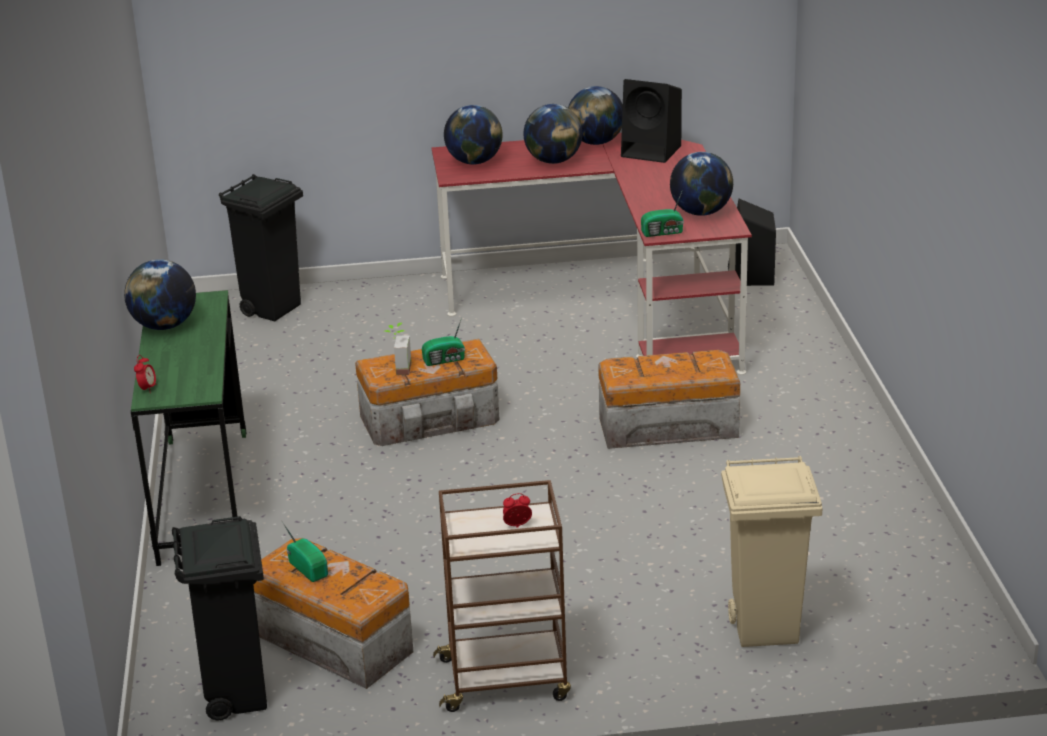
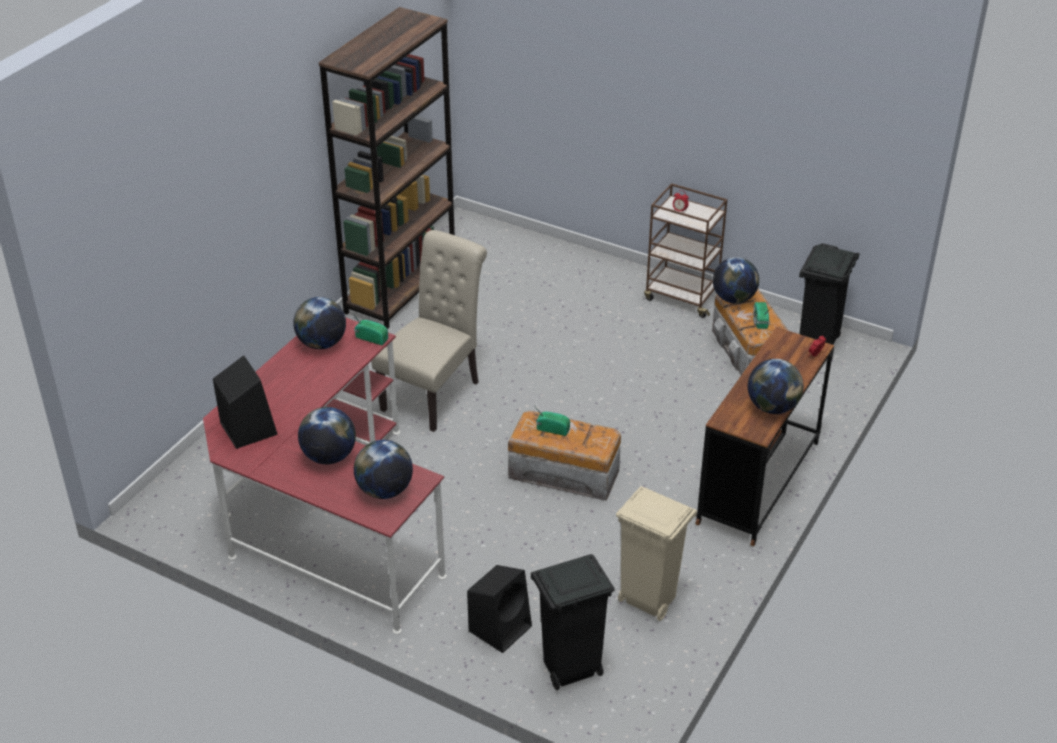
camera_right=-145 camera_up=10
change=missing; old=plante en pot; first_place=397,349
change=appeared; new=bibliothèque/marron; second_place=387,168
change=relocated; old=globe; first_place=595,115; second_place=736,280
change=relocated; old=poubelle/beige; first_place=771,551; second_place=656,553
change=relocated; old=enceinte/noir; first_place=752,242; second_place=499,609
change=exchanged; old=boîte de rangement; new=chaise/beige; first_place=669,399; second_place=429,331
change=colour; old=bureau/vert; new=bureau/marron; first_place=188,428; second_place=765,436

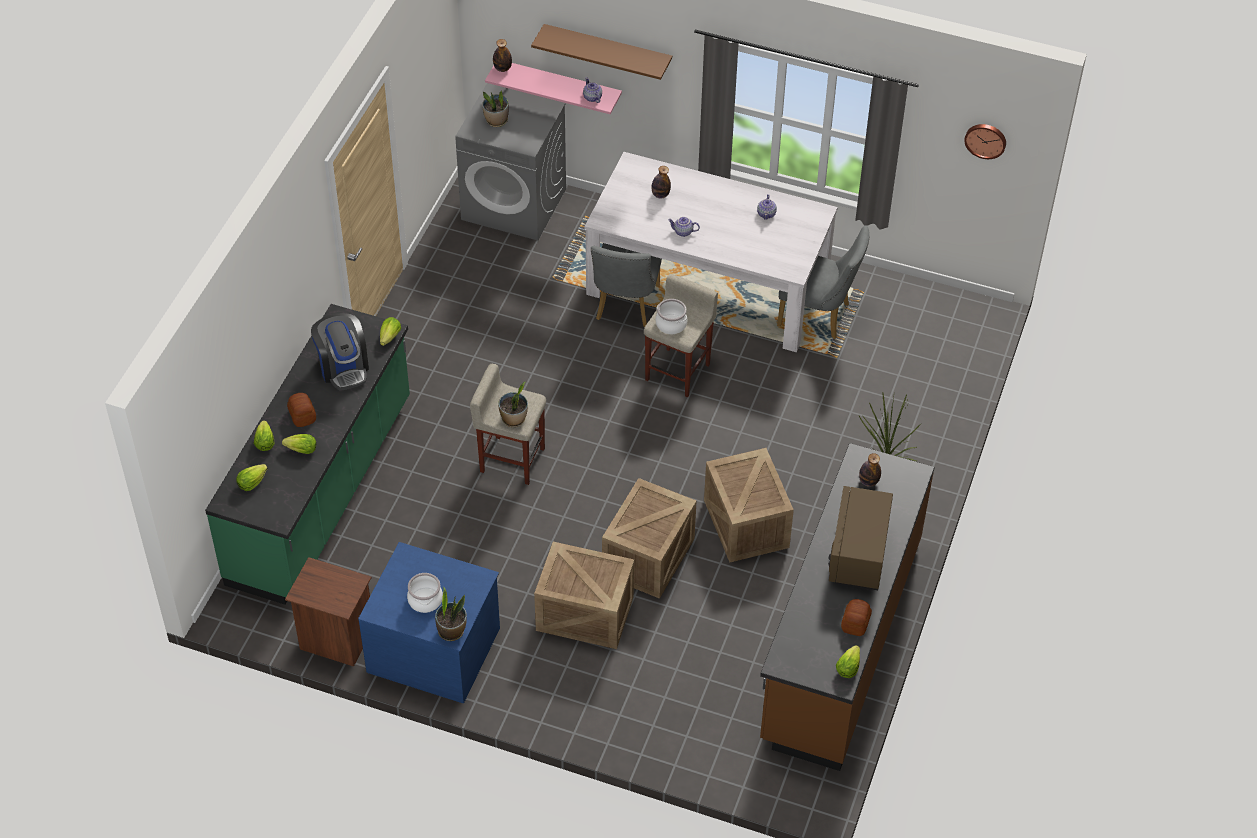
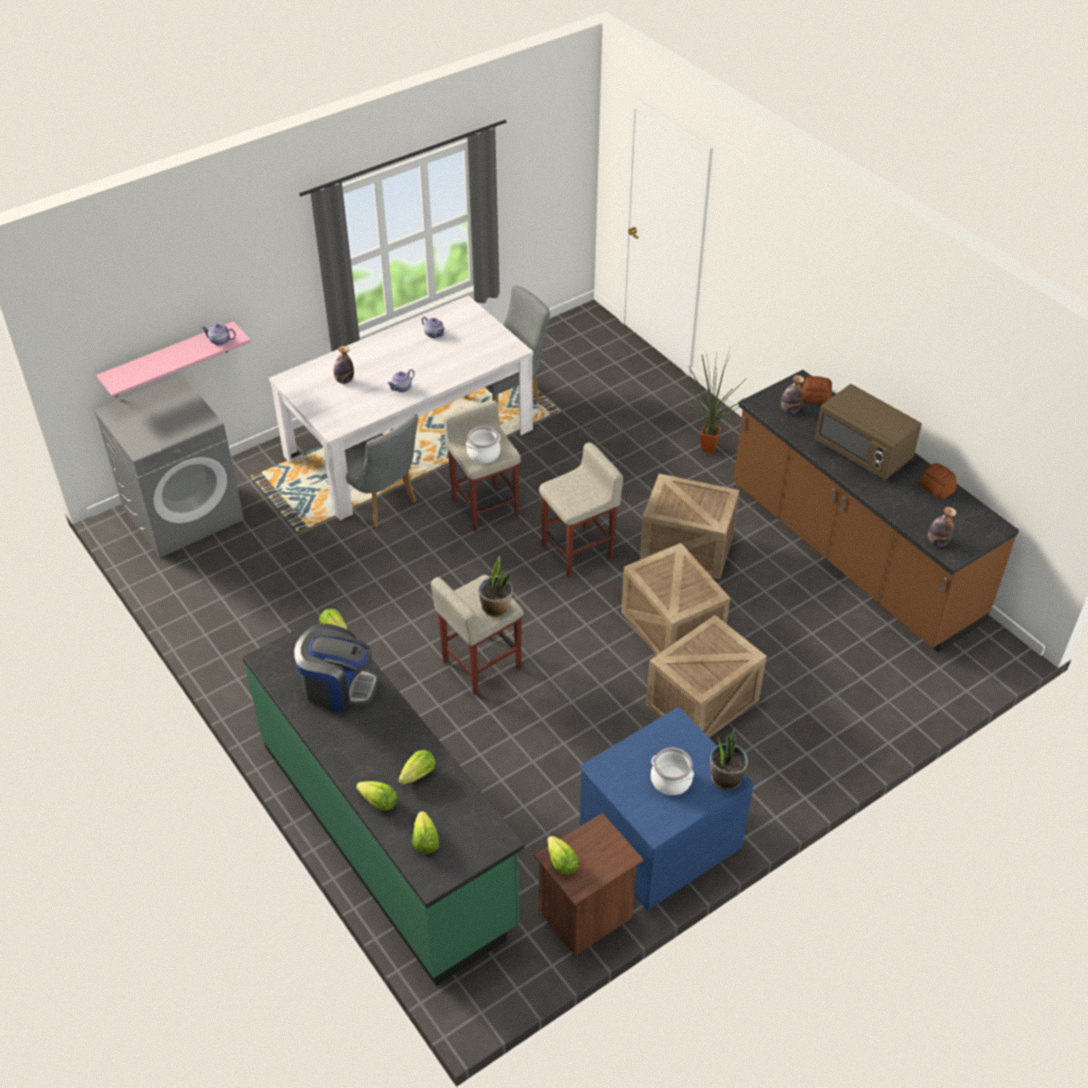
camera_right=-55 camera_up=-5
change=missing; old=plante en pot; first_place=495,108
change=missing; old=étagère/marron; first_place=601,52
change=missing; old=horloge murale; first_place=985,141
change=appeared; new=tabouret/beige; second_place=581,509
change=relocated; old=pain; first_place=301,410; second_place=817,390
change=relocated; old=bouteille; first_place=502,55; second_place=942,527
change=relocated; old=laitue; first_place=848,661; second_place=563,855

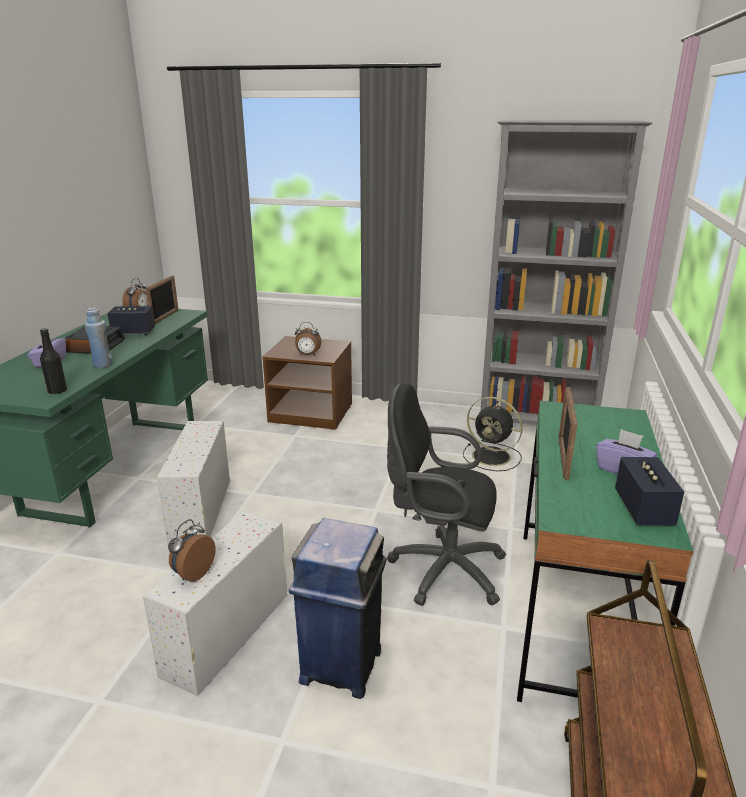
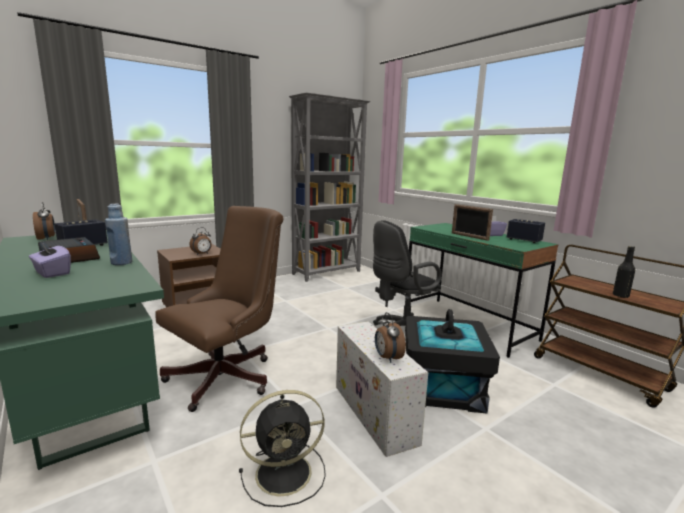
camera_right=-50 camera_up=-10
change=relocated; old=bouteille/noir; first_place=53,361; second_place=624,272
change=relocated; old=ventilateur/noir; first_place=493,434; second_place=282,448
change=exchanged; old=boîte de rangement/blanc; new=chaise de bureau/marron; first_place=193,483; second_place=220,309
change=exchanged; old=poubelle/bleu; new=boîte de rangement/noir; first_place=338,608; second_place=452,361

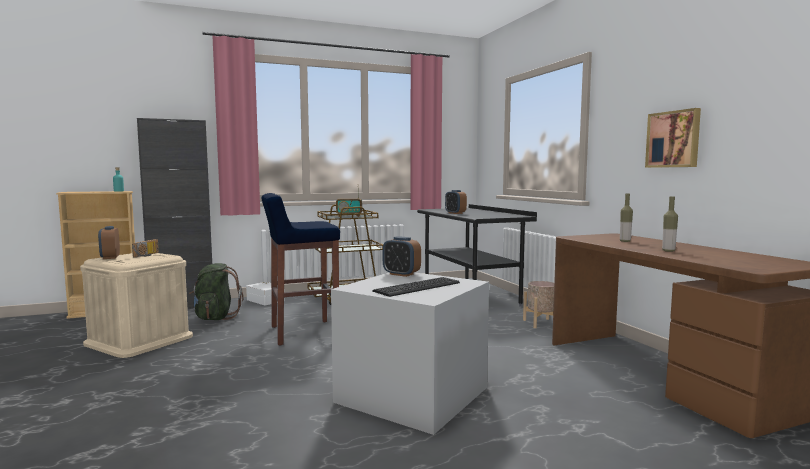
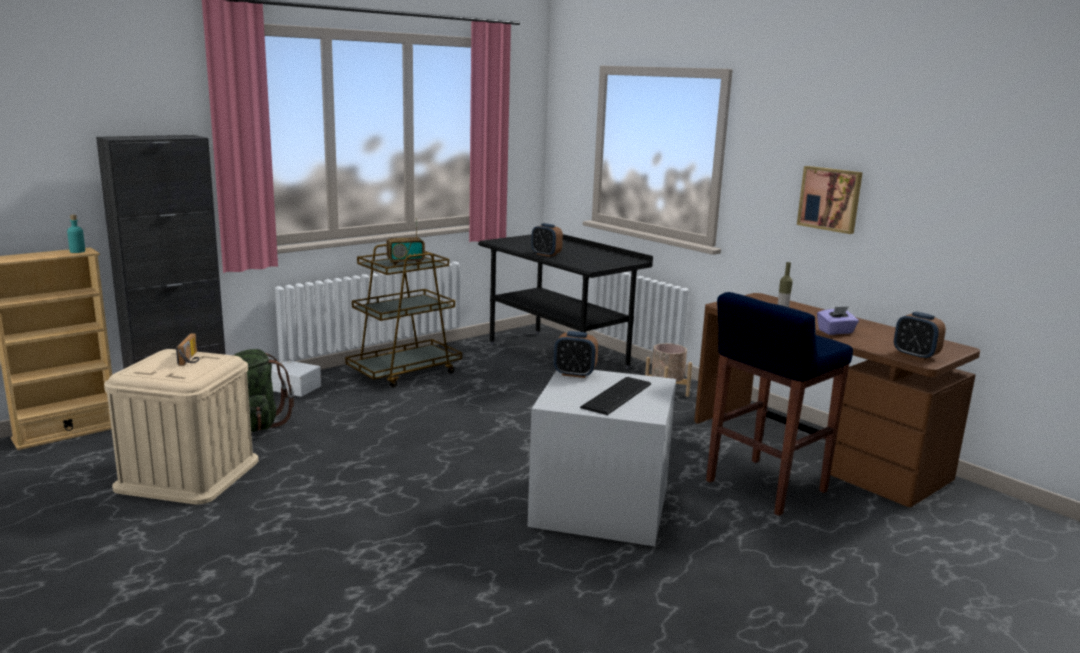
camera_right=-20 camera_up=10
change=relocated; old=réveil; first_place=109,242; second_place=920,336
change=relocated; old=tabouret/bleu; first_place=300,269; second_place=779,404
change=exchanged; old=bouteille; new=boîte à mouchoirs/violet; first_place=670,224; second_place=838,320

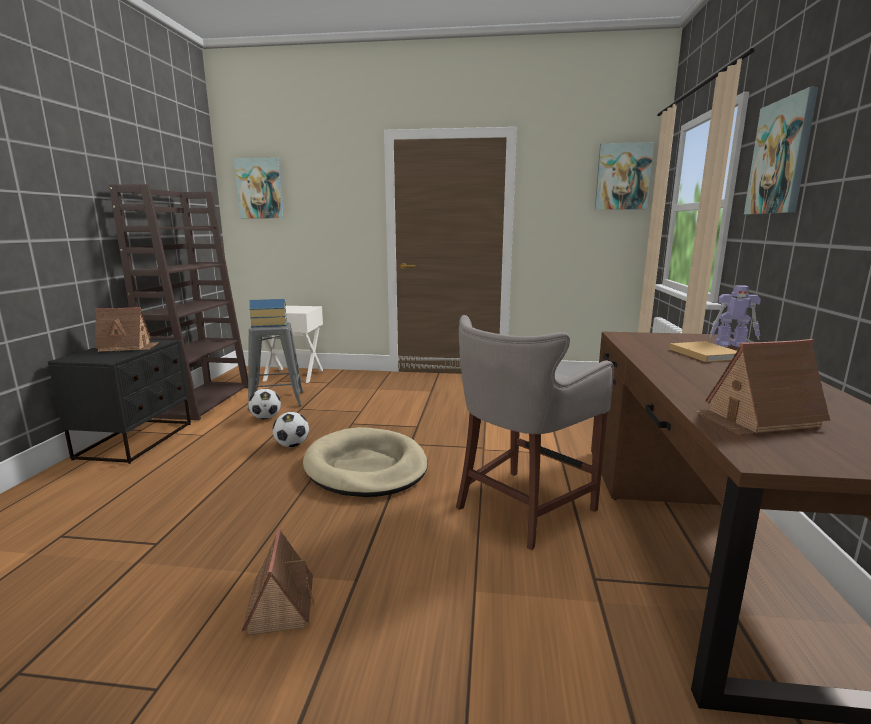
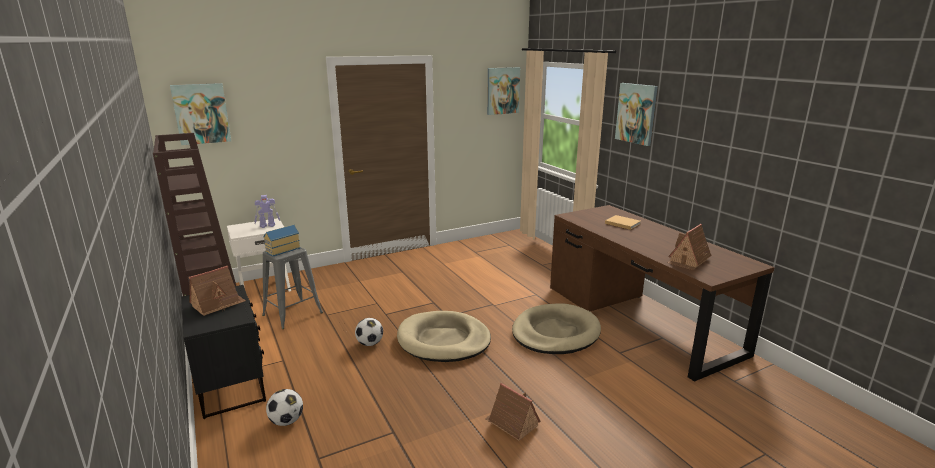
camera_right=-35 camera_up=5
change=relocated; old=ballon de foot; first_place=264,404; second_place=284,407
change=relocated; old=robot jouet; first_place=735,316; second_place=267,211
change=exchanged; old=tabouret/gris; new=panier pour chien/beige; first_place=535,432; second_place=556,328

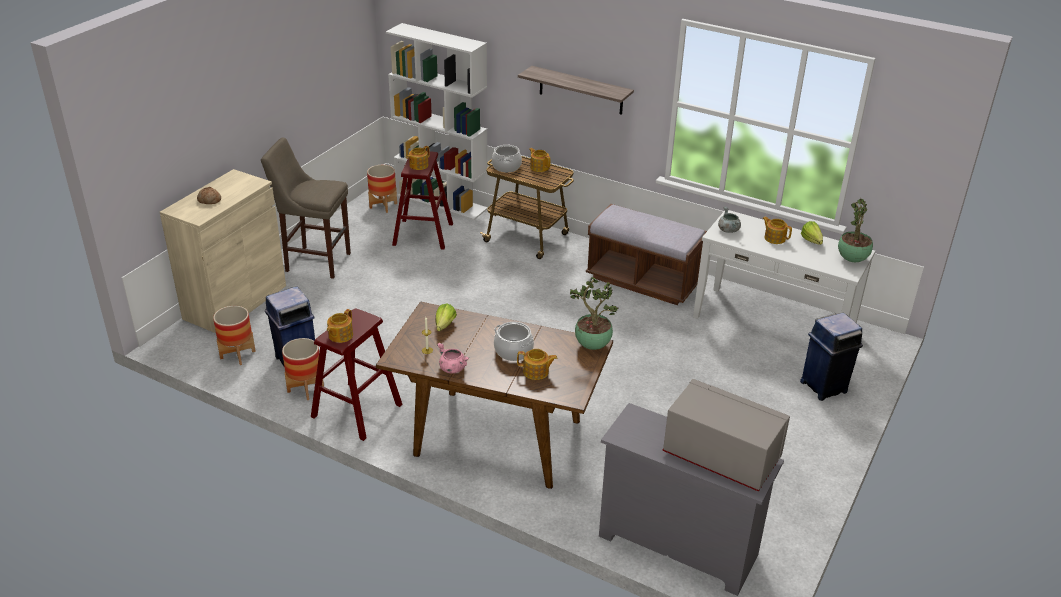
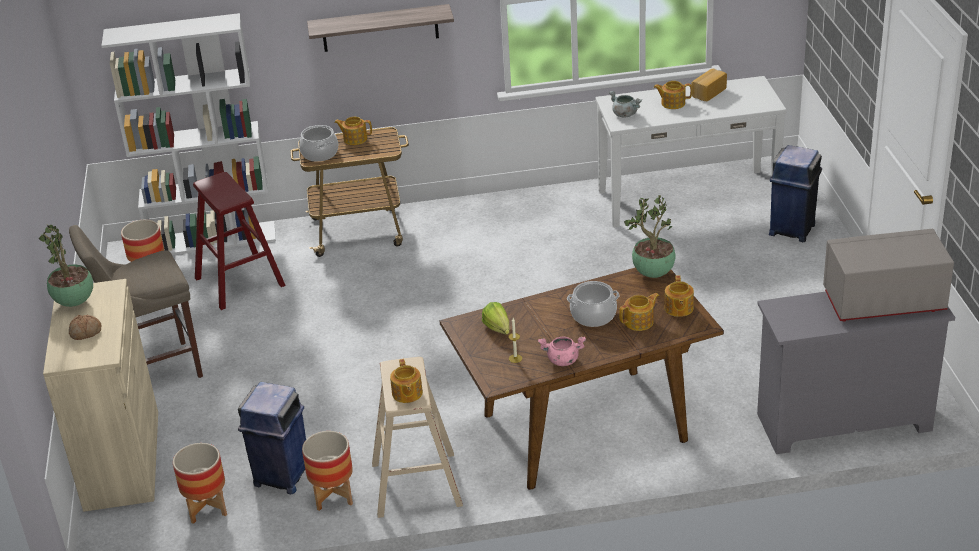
camera_right=-35 camera_up=0
change=missing; old=banc/marron; first_place=646,254
change=relocated; old=théière; first_place=418,158; second_place=679,296
change=relocated; old=plante en pot; first_place=855,230; second_place=66,266
change=exchanged; old=laitue; new=pain; first_place=812,233; second_place=709,85
change=colour; old=tabouret/rouge; new=tabouret/beige; first_place=356,375; second_place=417,437

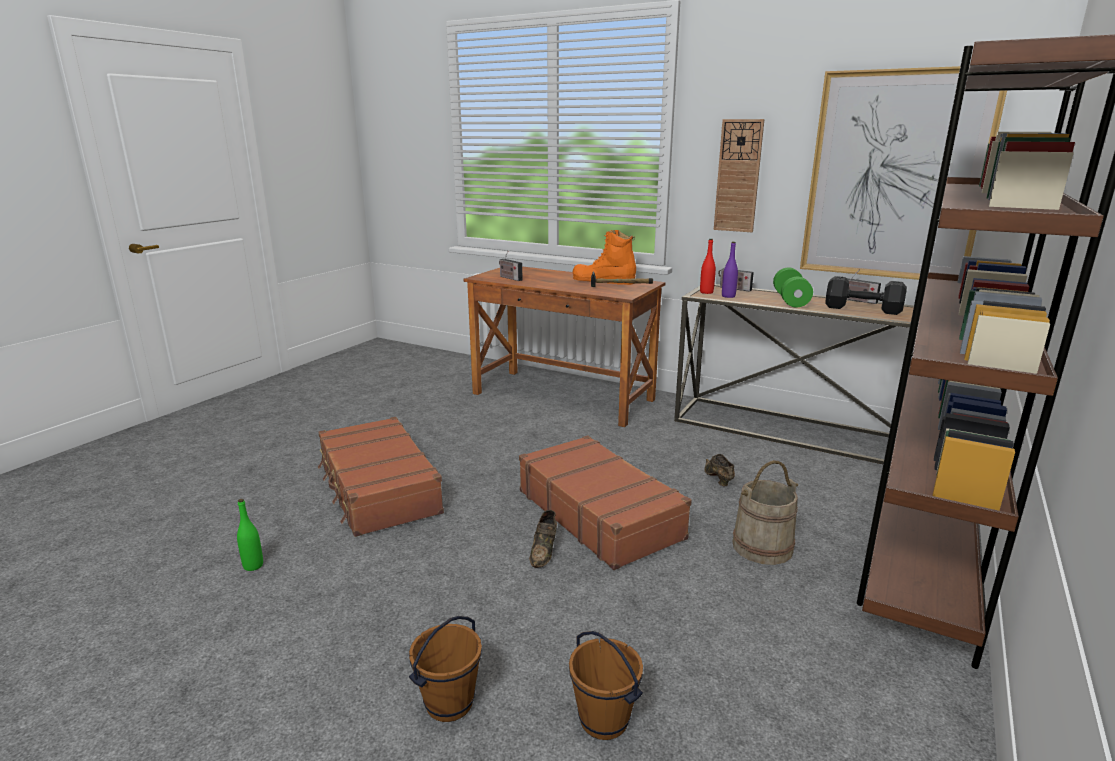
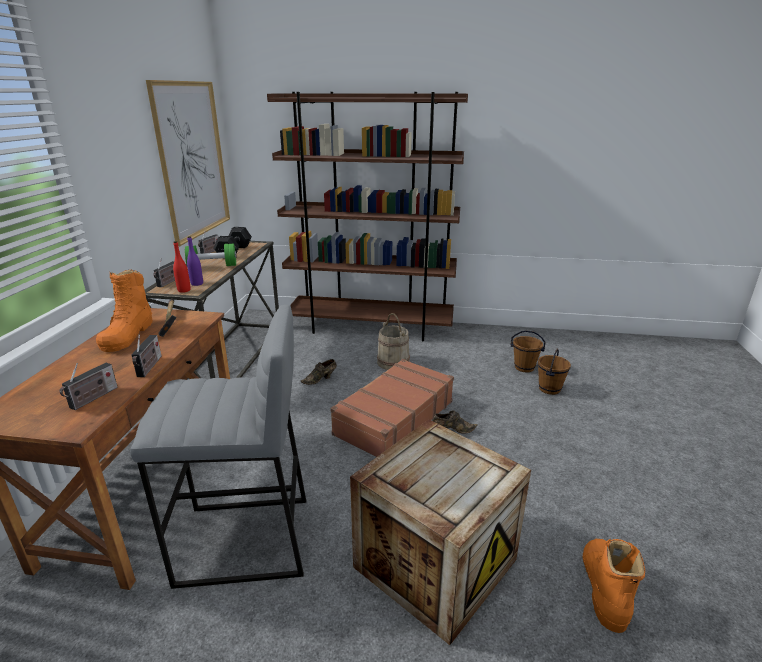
camera_right=-110 camera_up=5
change=missing; old=horloge murale; first_place=739,175
change=appeared; new=tabouret/gris; second_place=218,447
change=appeared; new=radio; second_place=146,356
change=relocated; old=seau/marron; first_place=445,669; second_place=528,351
change=exchanged; old=bouteille/vert; new=botte/orange; first_place=250,535; second_place=614,585
change=exchanged; old=valise/marron; new=caisse; first_place=381,477; second_place=440,532

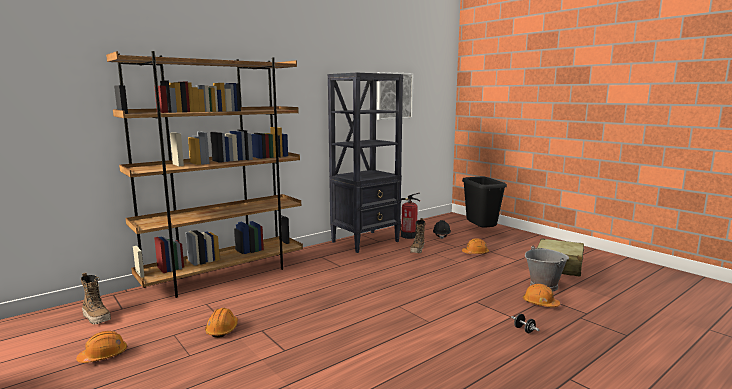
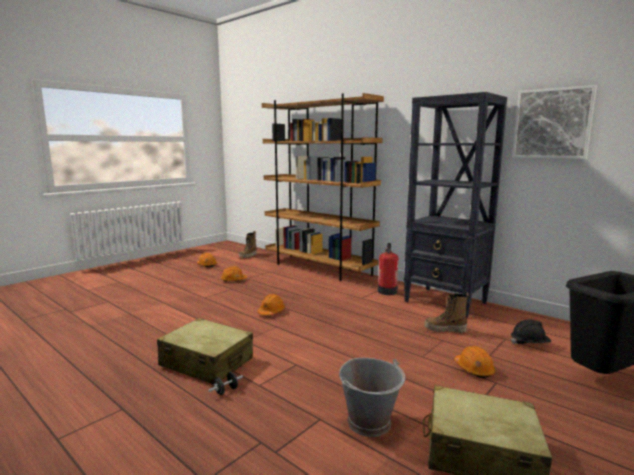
camera_right=80 camera_up=0
change=appeared; new=valise/beige; second_place=205,351
change=relocated; old=extincteur; first_place=410,216; second_place=388,269
change=relocated; old=casque de chantier/orange; first_place=541,295; second_place=271,304

